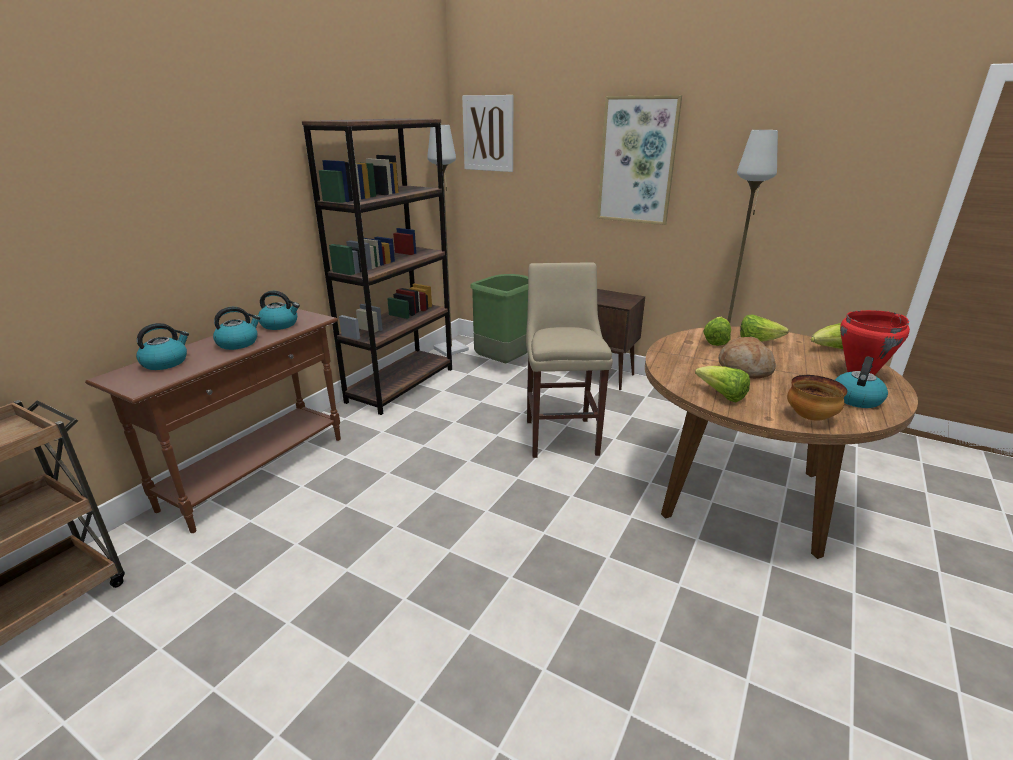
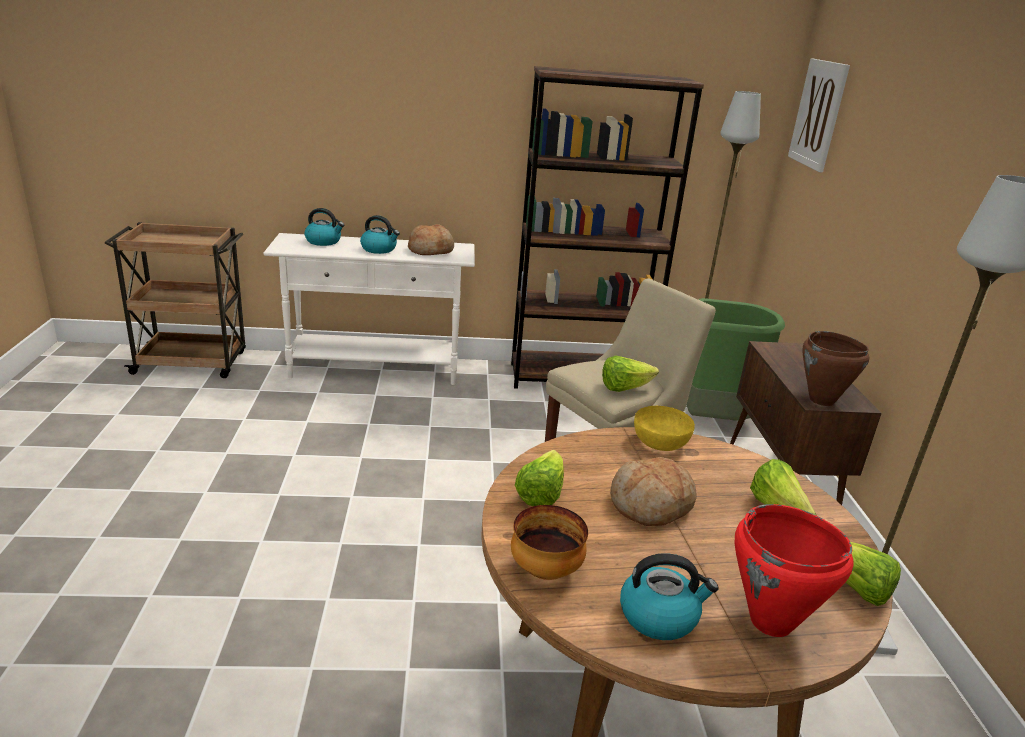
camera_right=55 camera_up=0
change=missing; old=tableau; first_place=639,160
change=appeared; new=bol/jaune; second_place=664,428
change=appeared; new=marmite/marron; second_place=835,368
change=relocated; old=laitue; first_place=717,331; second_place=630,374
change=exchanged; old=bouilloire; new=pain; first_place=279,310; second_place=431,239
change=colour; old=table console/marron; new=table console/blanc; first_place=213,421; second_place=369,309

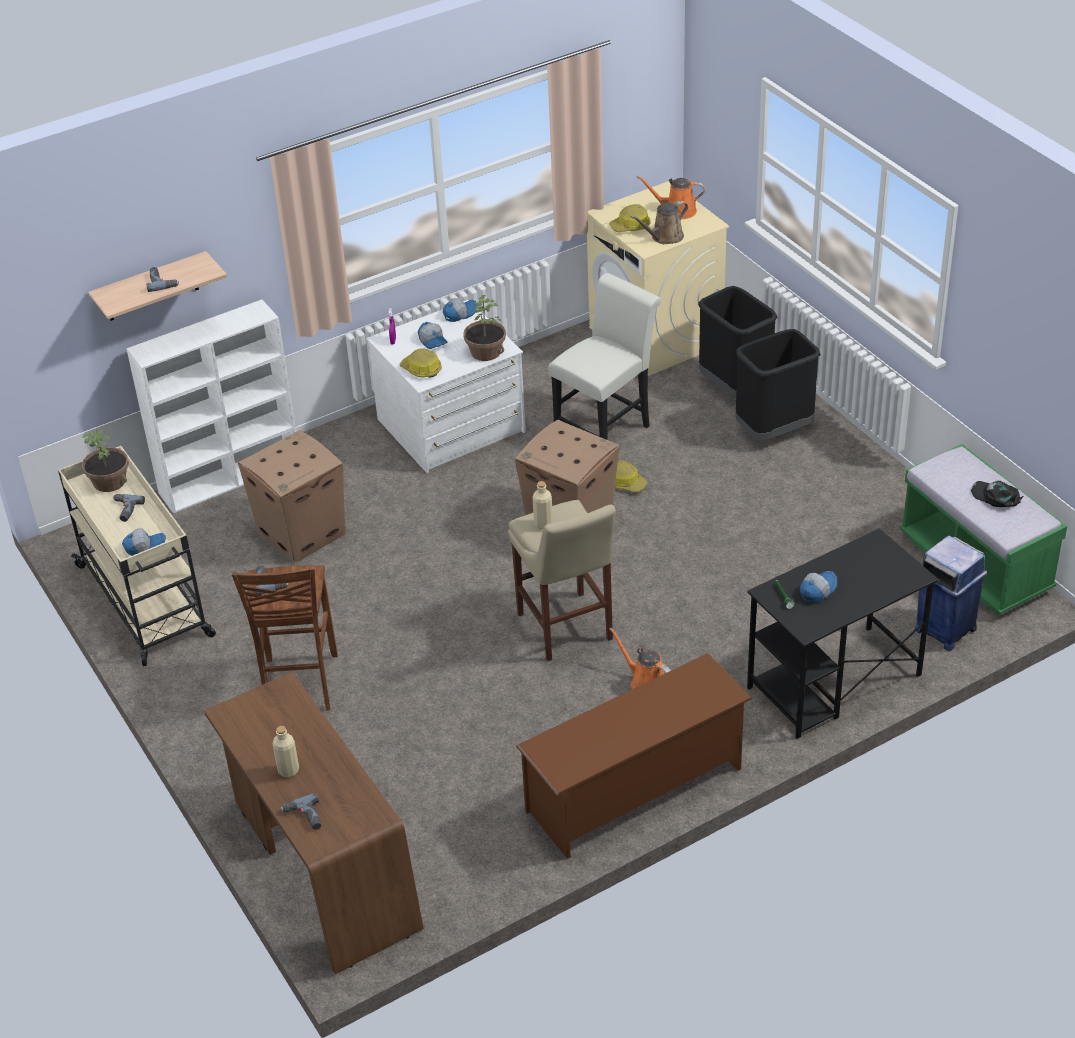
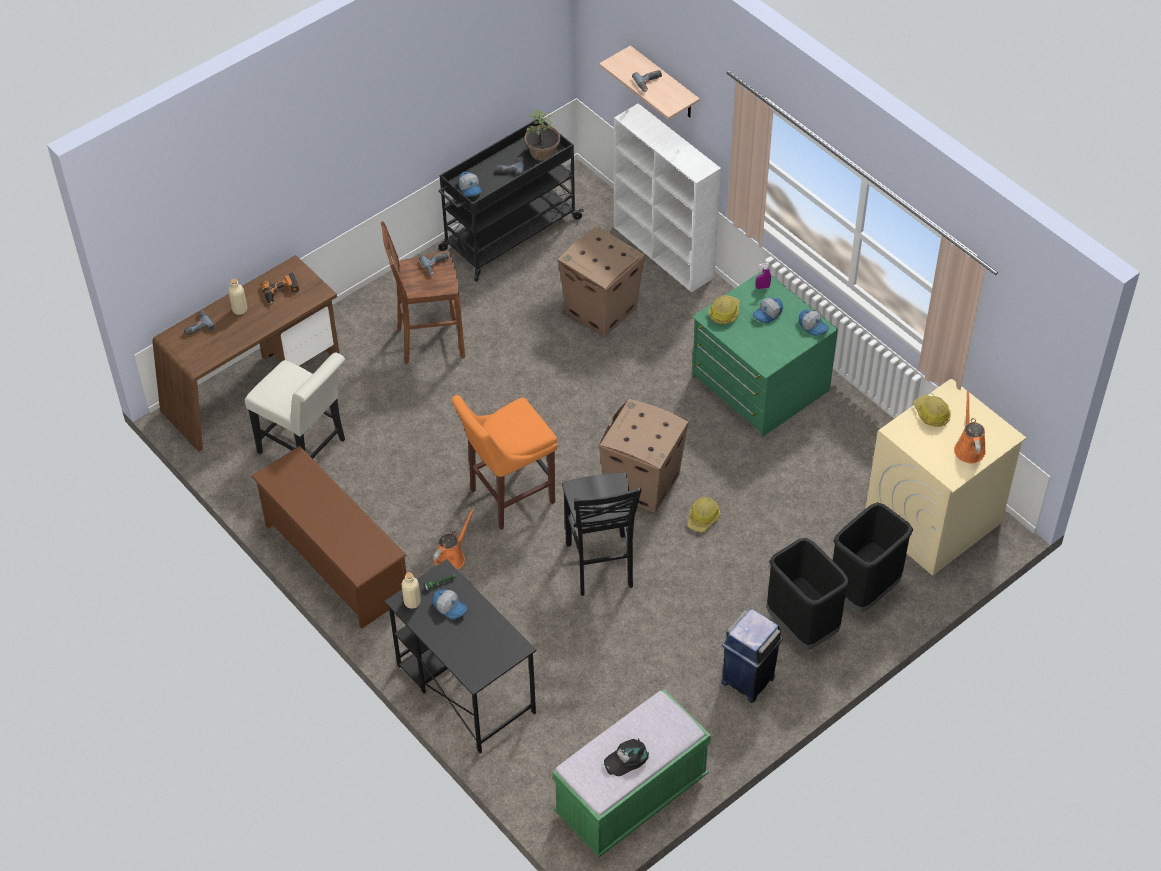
camera_right=80 camera_up=10
change=missing; old=plante en pot; first_place=484,328
change=missing; old=arrosoir/marron; first_place=659,222
change=appeared; new=perceuse; second_place=280,288
change=appeared; new=tabouret/noir; second_place=601,534
change=relocated; old=bouteille/beige; first_place=542,505; second_place=411,590
change=relocated; old=chaise/blanc; first_place=604,356; second_place=295,405
change=relocated; old=poubelle/bleu; first_place=951,593; second_place=752,656
change=colour; old=chariot/beige; new=chariot/noir; first_place=137,556; second_place=511,199
change=colour; old=commode/blanc; new=commode/vert; first_place=446,386; second_place=765,353
change=colour; old=tabouret/beige; new=tabouret/orange; first_place=562,580; second_place=504,462
change=spun; old=casquette/noir; first_place=997,494; second_place=626,757; degrees=-150

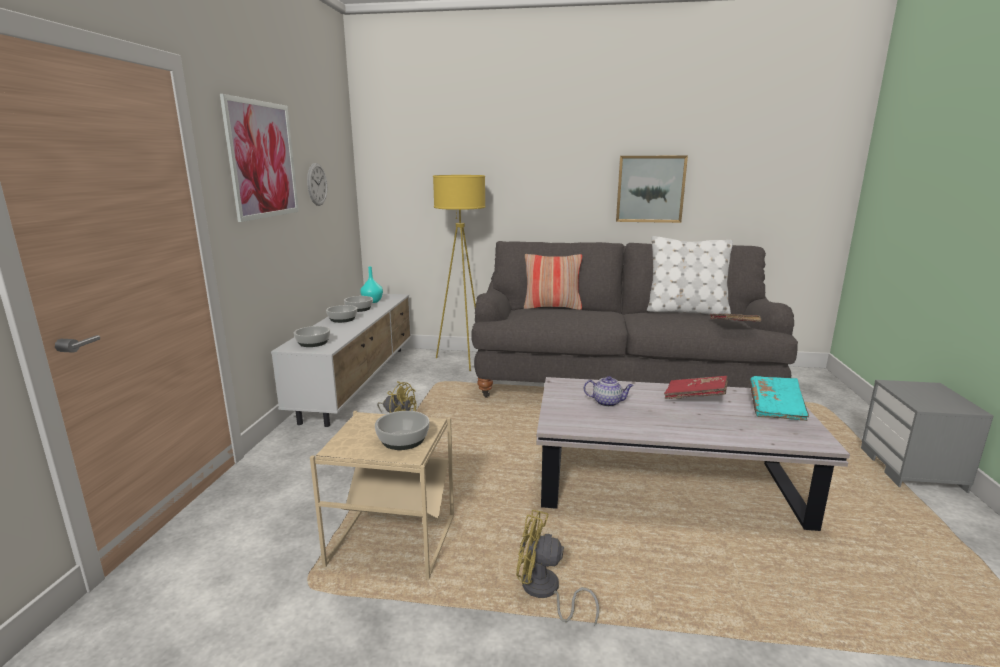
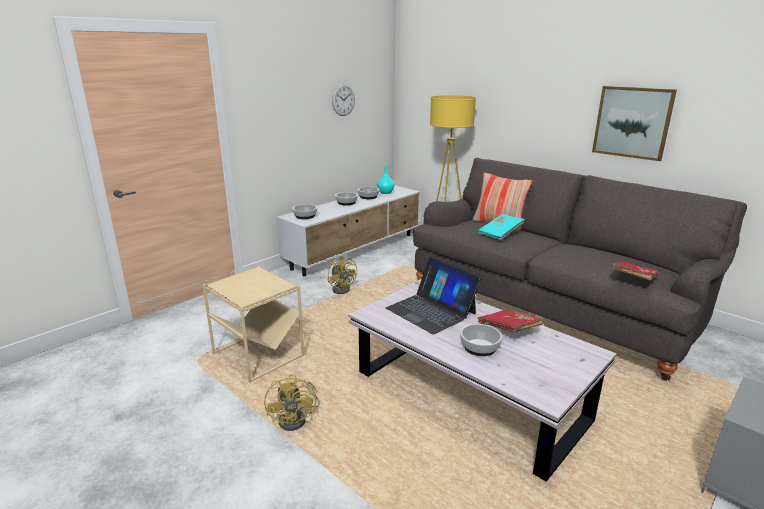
camera_right=35 camera_up=5
change=missing; old=tableau; first_place=259,158
change=missing; old=coussin/blanc; first_place=690,275
change=relocated; old=bol; first_place=402,430; second_place=481,340
change=relocated; old=livre/turquoise; first_place=779,398; second_place=501,227
change=exchanged; old=théière; new=ordinateur portable; first_place=609,391; second_place=433,296
change=spun; old=ventilateur/jaune; first_place=557,567; second_place=292,402; degrees=-150

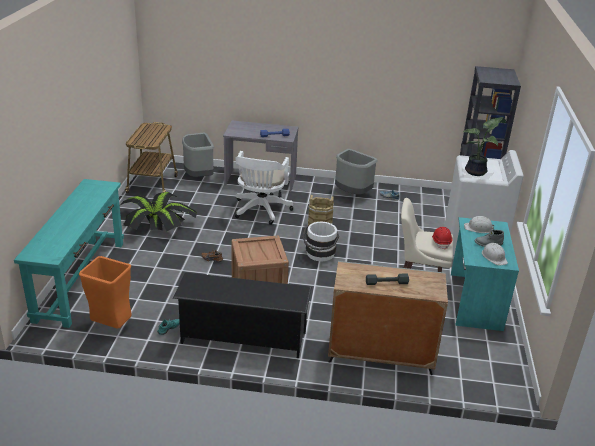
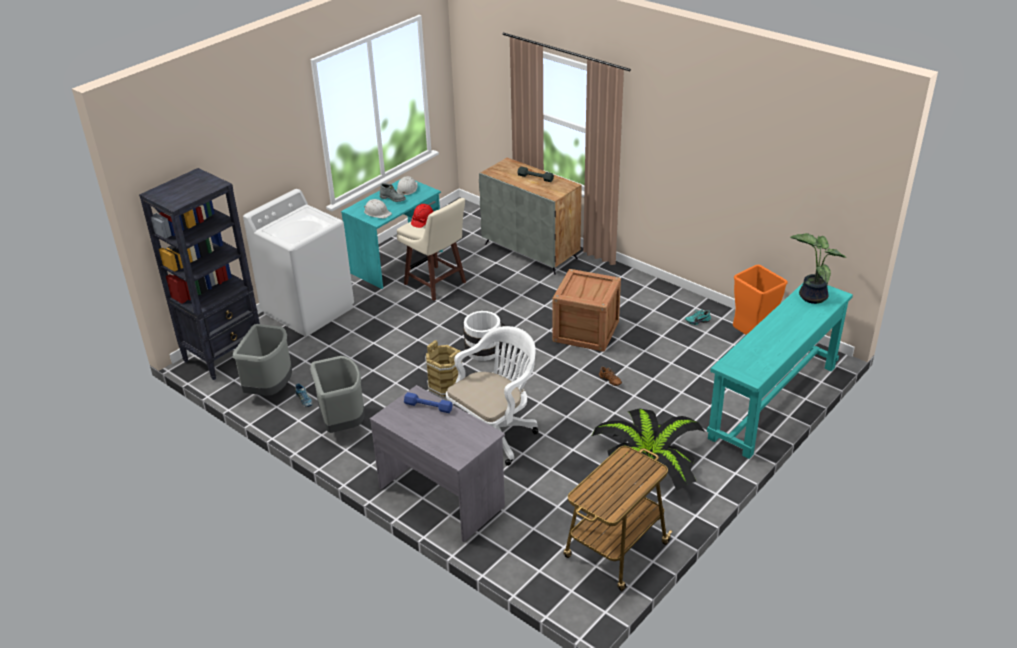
camera_right=-145 camera_up=5
change=missing; old=étagère à chaussures/noir; first_place=242,315
change=relocated; old=poubelle/gris; first_place=198,155; second_place=262,360
change=relocated; old=plante en pot; first_place=483,146; second_place=818,268

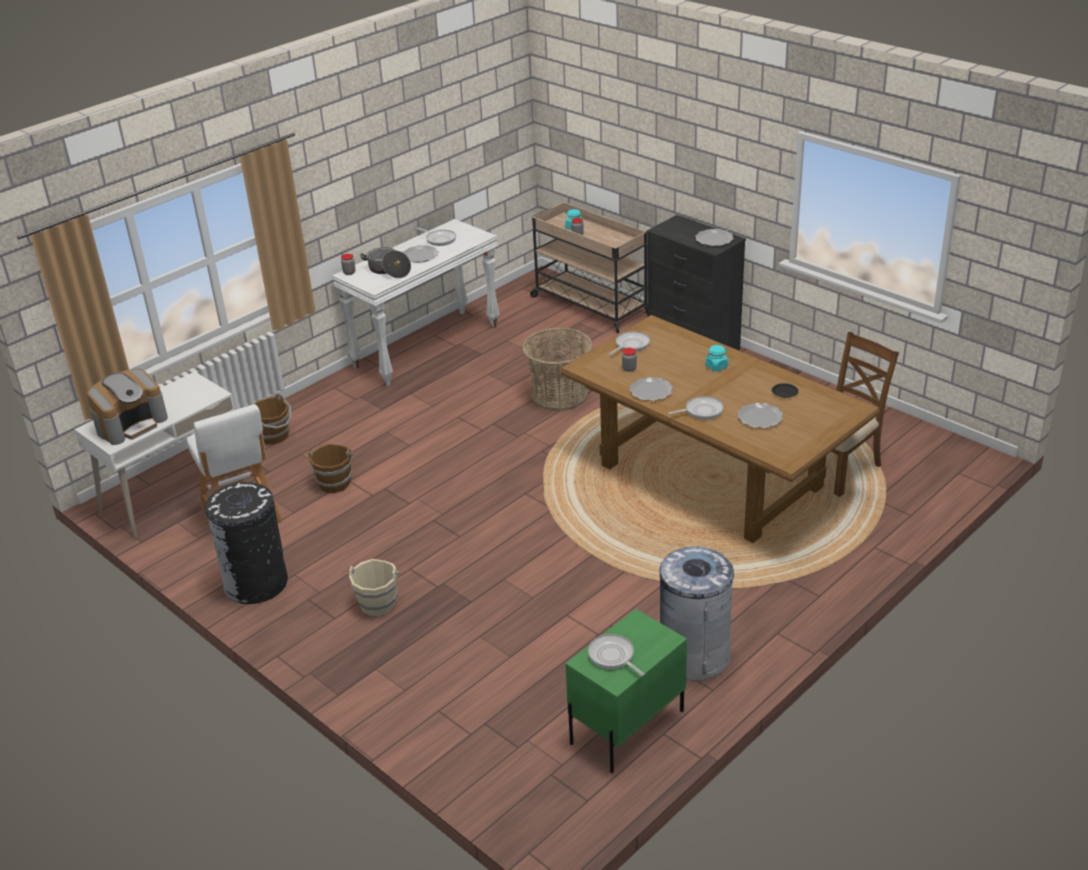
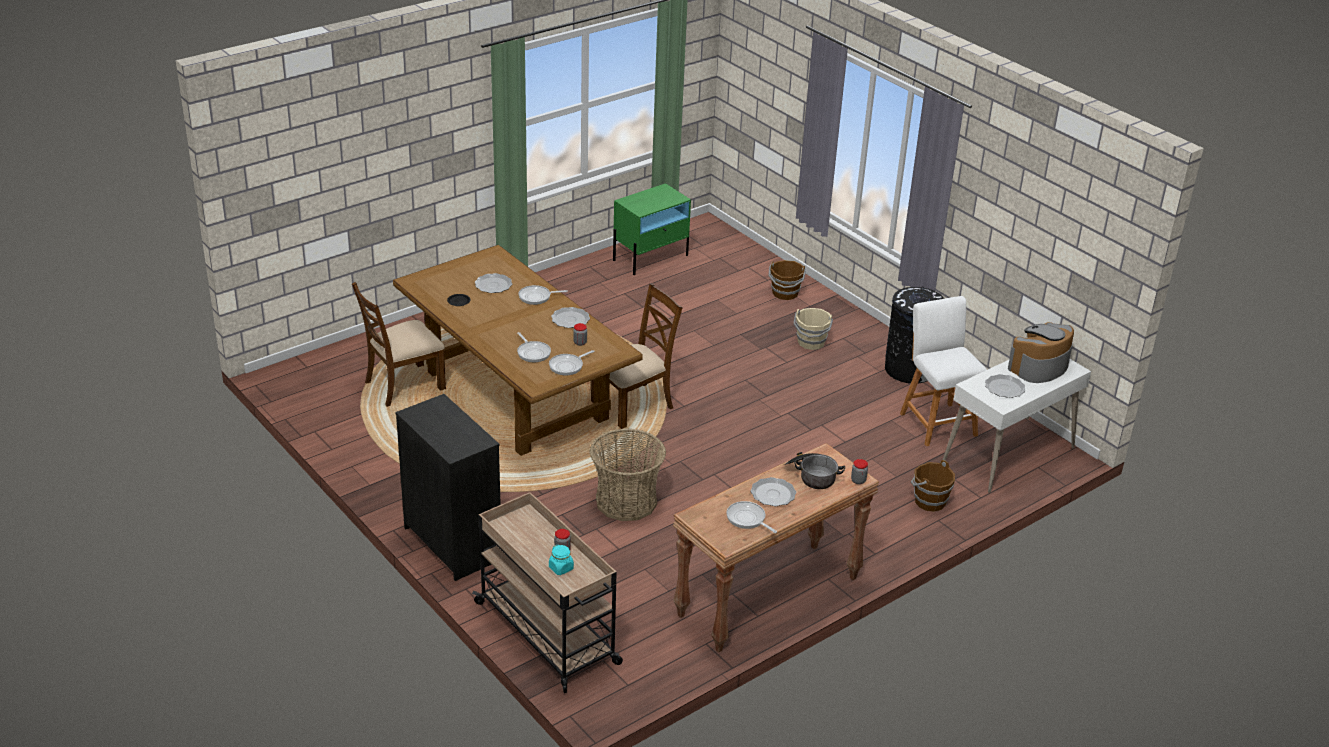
camera_right=-175 camera_up=0
change=missing; old=poubelle/gris; first_place=697,614
change=missing; old=bocal/turquoise; first_place=717,358
change=appeared; new=chaise/marron; second_place=637,356
change=relocated; old=seau/marron; first_place=331,468; second_place=787,280
change=relocated; old=poêle; first_place=616,655; second_place=534,347
change=relocated; old=assiette; first_place=714,237; second_place=1005,386
change=colour; old=table console/blanc; new=table console/marron; first_place=416,302; second_place=776,548

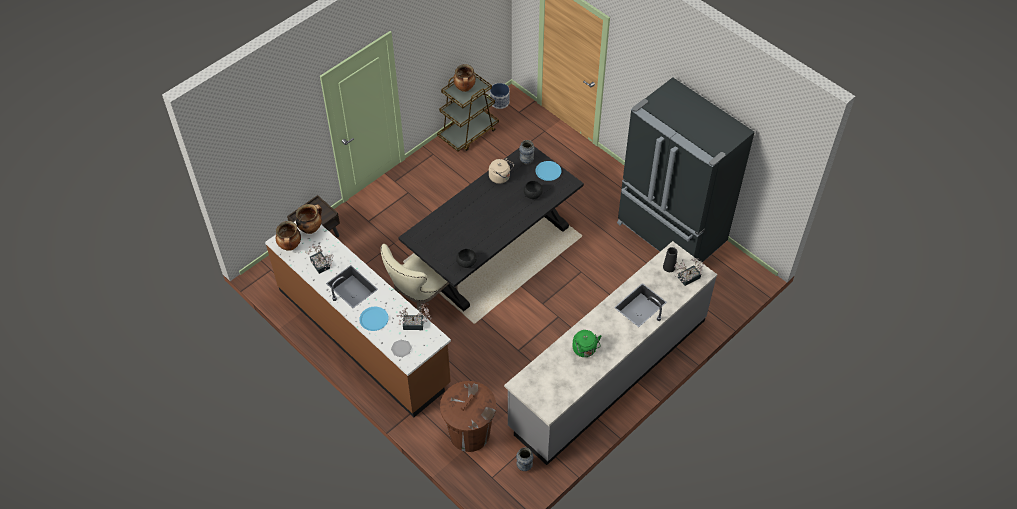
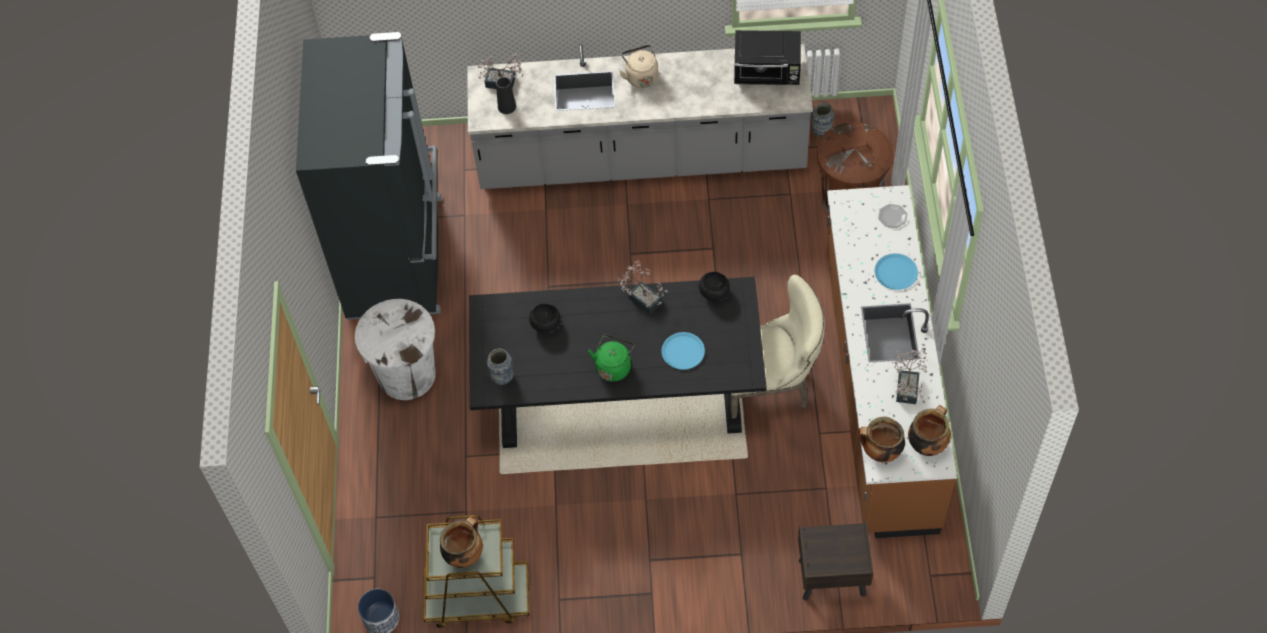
camera_right=-135 camera_up=5
change=appeared; new=poubelle/blanc; second_place=395,349
change=appeared; new=micro-ondes/noir; second_place=767,57
change=relocated; old=plante en pot; first_place=414,316; second_place=643,287
change=relocated; old=bouilloire/beige; first_place=501,171; second_place=639,66
change=relocated; old=assiette/bleu; first_place=548,171; second_place=683,351
change=relocated; old=bouilloire/vert; first_place=586,343; second_place=611,358

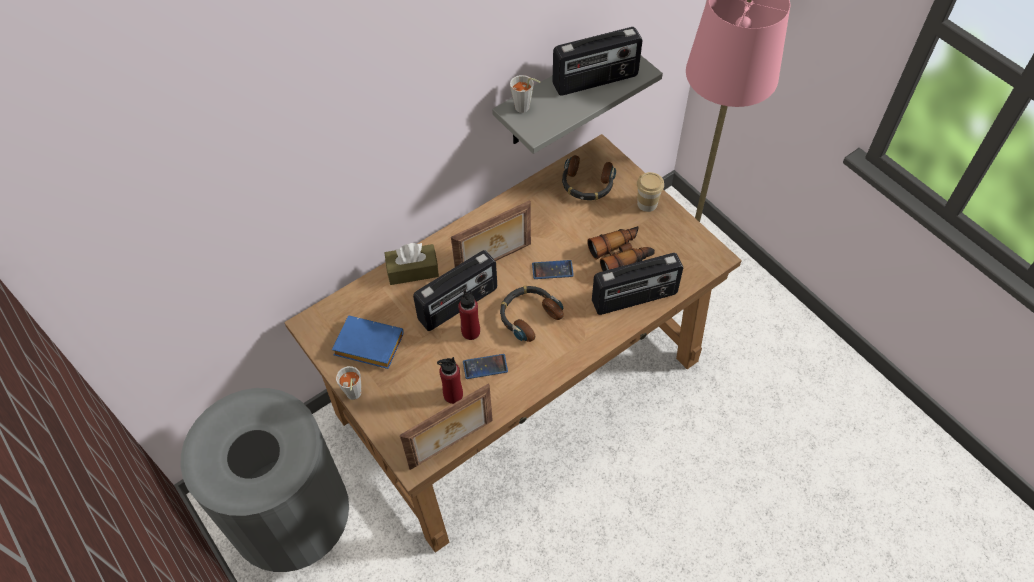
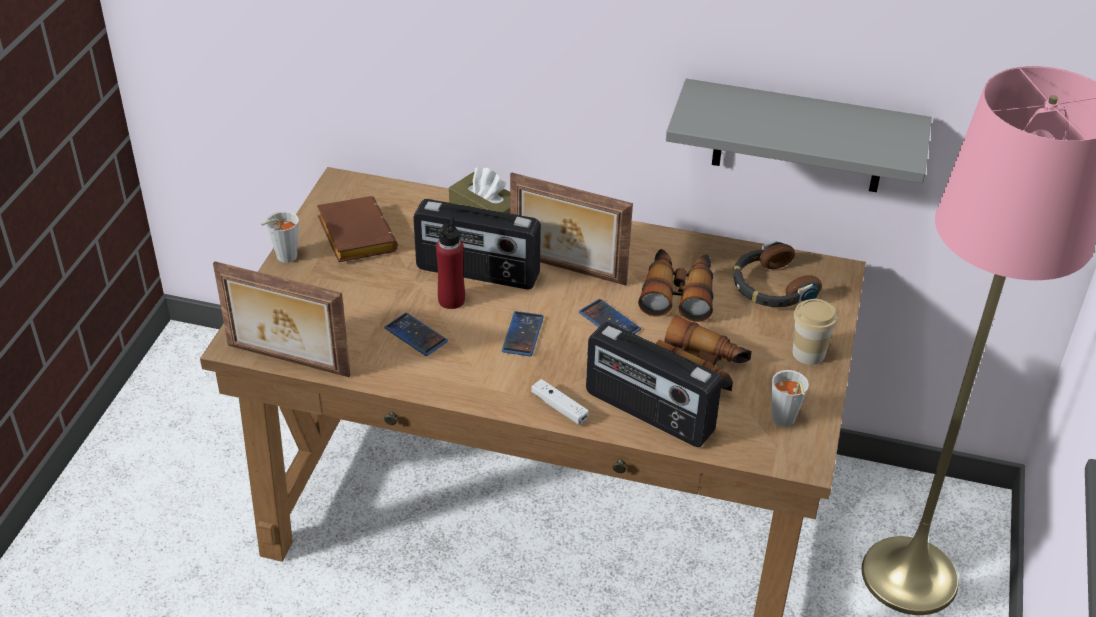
camera_right=50 camera_up=-15
change=missing; old=poubelle/gris; first_place=265,480
change=missing; old=bouteille/rouge; first_place=450,380
change=missing; old=radio; first_place=597,61
change=appeared; new=manette/blanc; second_place=560,402
change=appeared; new=jumelles; second_place=675,285
change=relocated; old=tasse/gris; first_place=525,94; second_place=790,398
change=exchanged; old=casque audio; new=téléphone; first_place=532,314; second_place=523,333
change=colour; old=livre/bleu; new=livre/marron; first_place=368,342; second_place=357,229

